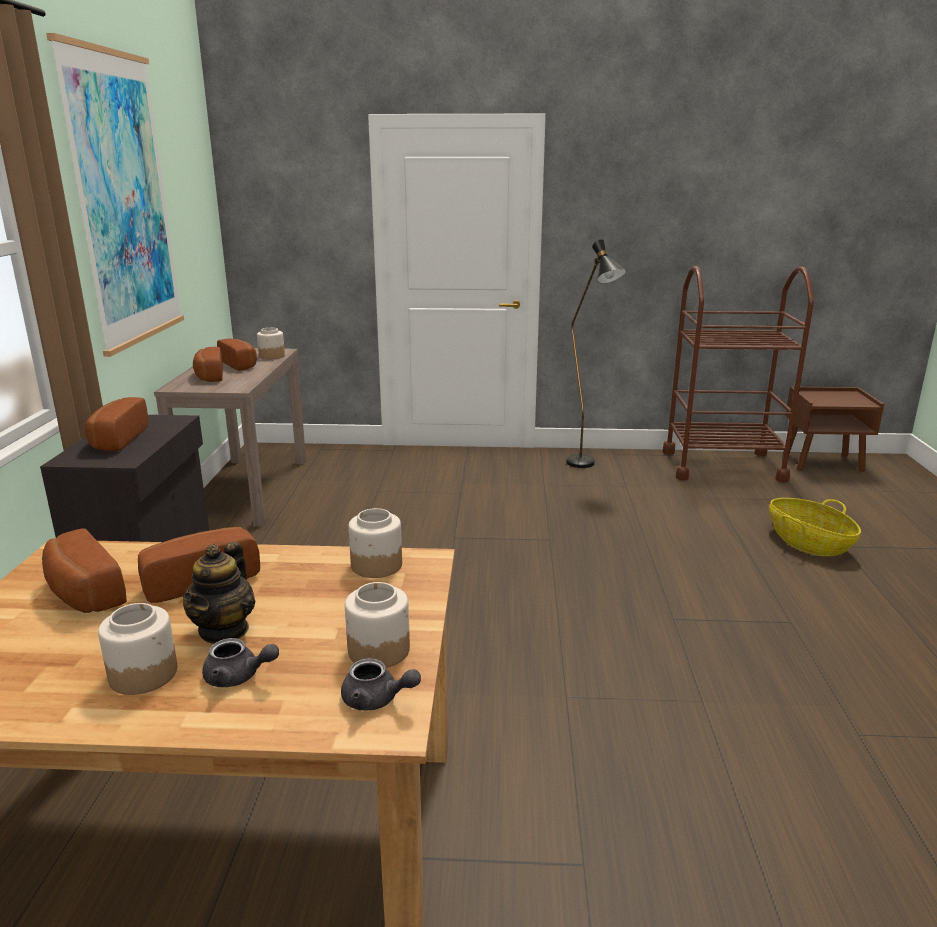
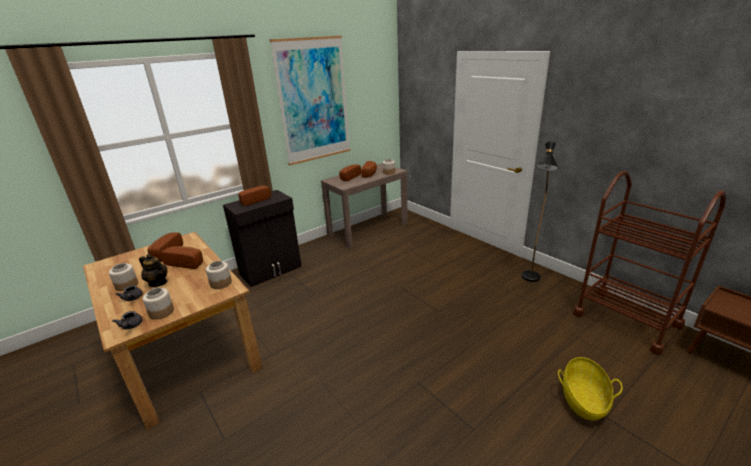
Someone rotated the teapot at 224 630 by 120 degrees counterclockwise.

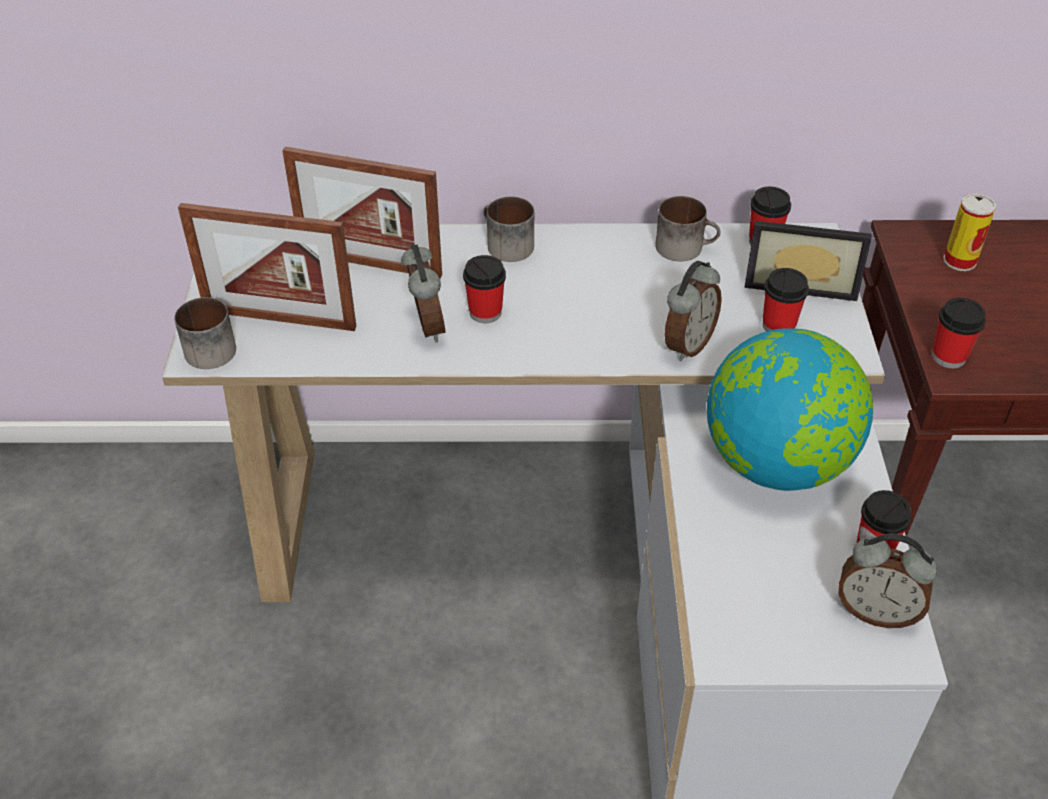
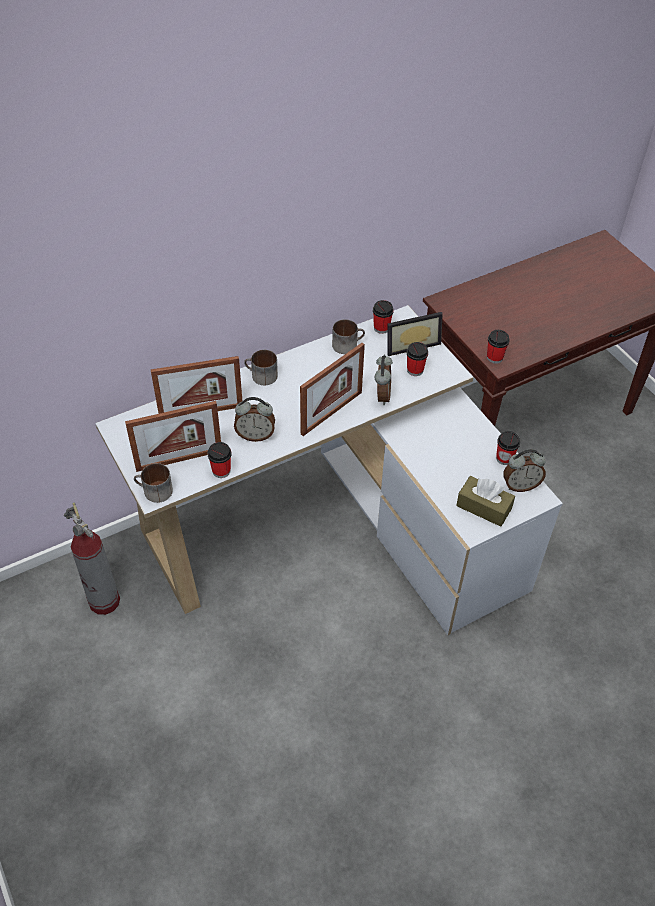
Someone put down the fire extinguisher at 104 601. Someone carried the cup from 485 312 to 221 471. Someone rotated the alarm clock at 425 327 by 135 degrees clockwise. Someone put down the picture frame at 331 413. Someone put down the brown tissue box at 483 507. Someone took away the globe at 776 464. Someone took away the can at 959 260.

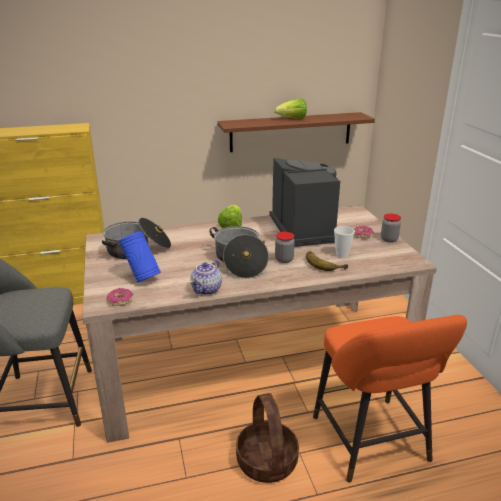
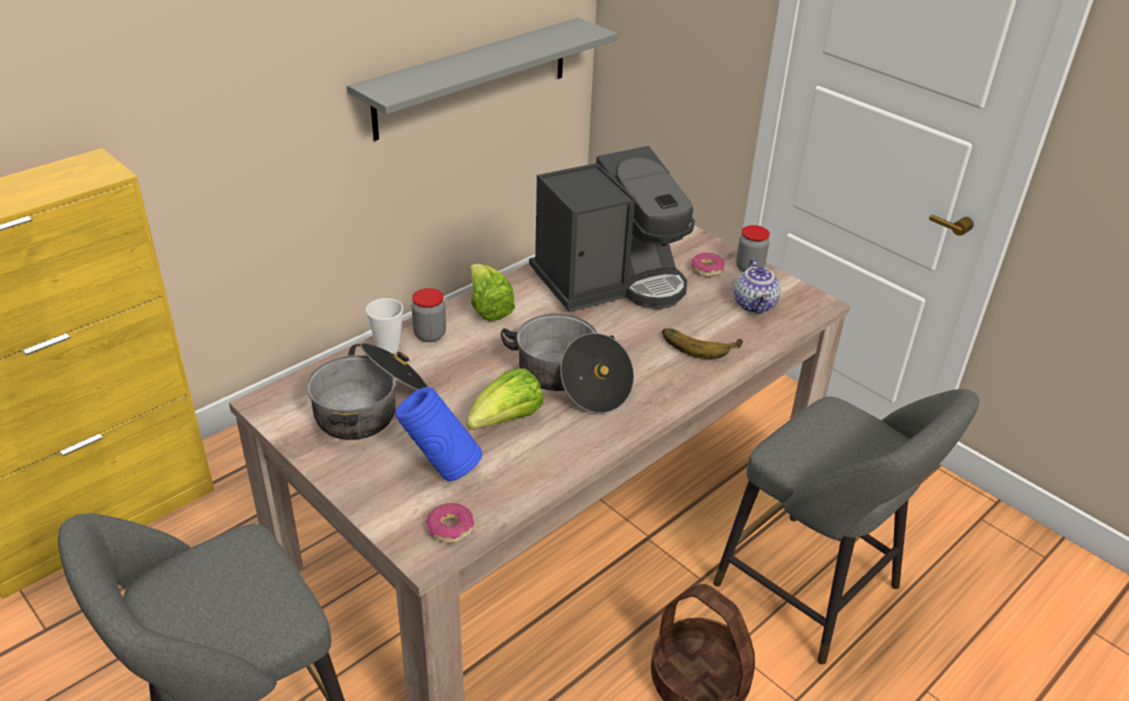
Someone repainted the brown shelf at 291 132, which became the grey shelf at 472 78. Someone carried the cup from 342 254 to 388 348. Someone carried the jar from 284 259 to 430 335. Someone carried the lettuce from 292 119 to 506 421. Someone rotated the coffee machine at 304 229 by 105 degrees clockwise. Someone repainted the orange stool at 373 443, which became the grey stool at 815 592. Someone carried the teapot from 207 290 to 755 305.

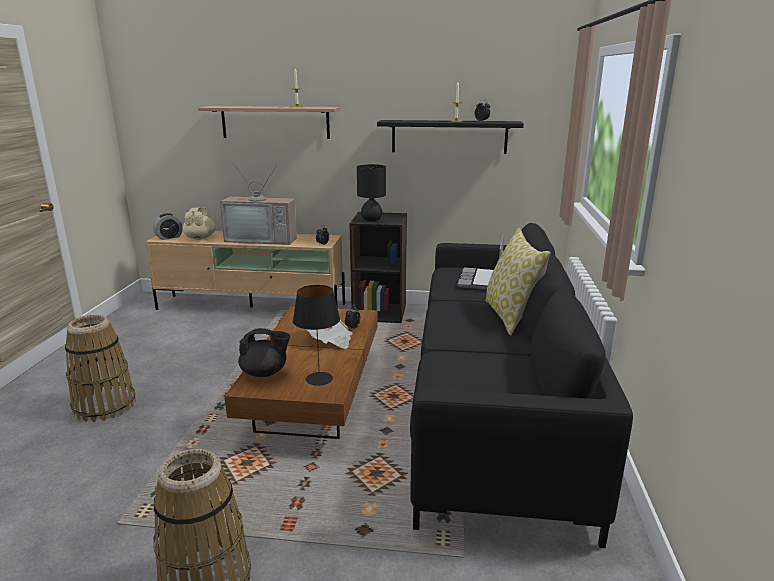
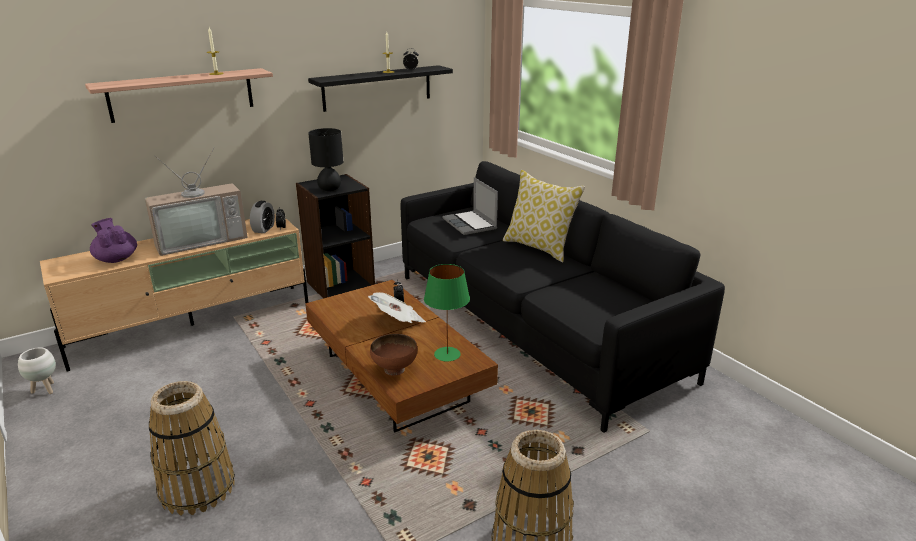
Someone put down the white planter at 45 390. Someone repainted the beige teapot at 200 238, which became the purple teapot at 116 259. Someone carried the alarm clock from 169 237 to 264 229. Someone swapped the black teapot at 265 373 for the brown bowl at 395 369. Someone repainted the black table lamp at 319 379, which became the green table lamp at 447 354.

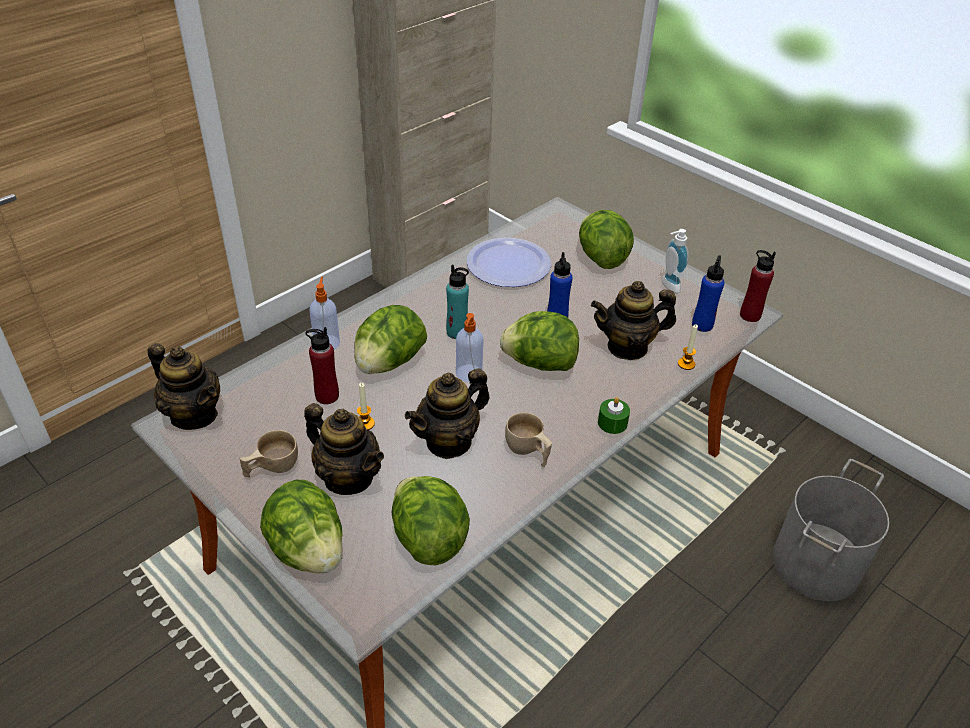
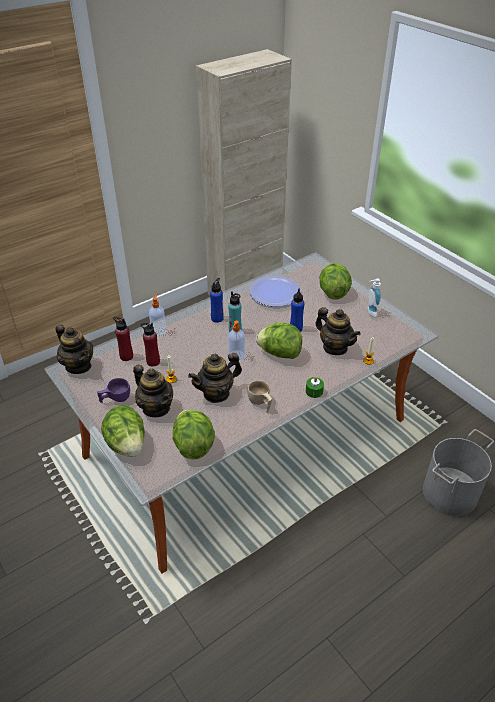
Someone repainted the beige cup at 271 468, which became the purple cup at 115 399. Someone carried the red bottle from 750 315 to 126 356. Someone carried the blue bottle from 702 325 to 217 318. Someone rotated the teapot at 627 347 by 135 degrees counterclockwise. Someone took away the lettuce at 389 363.

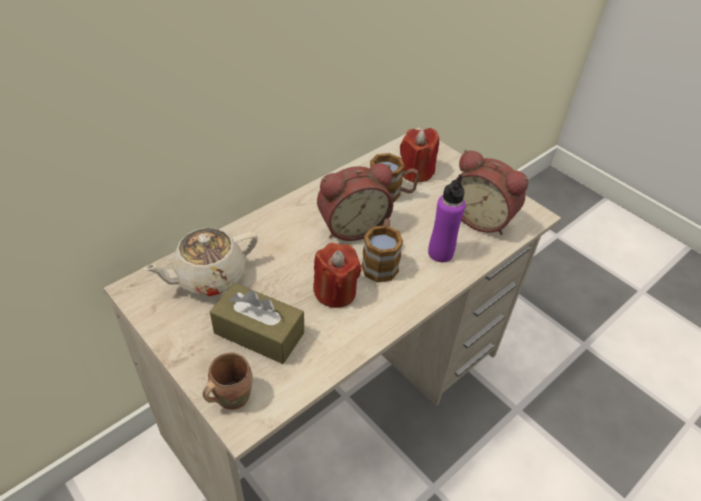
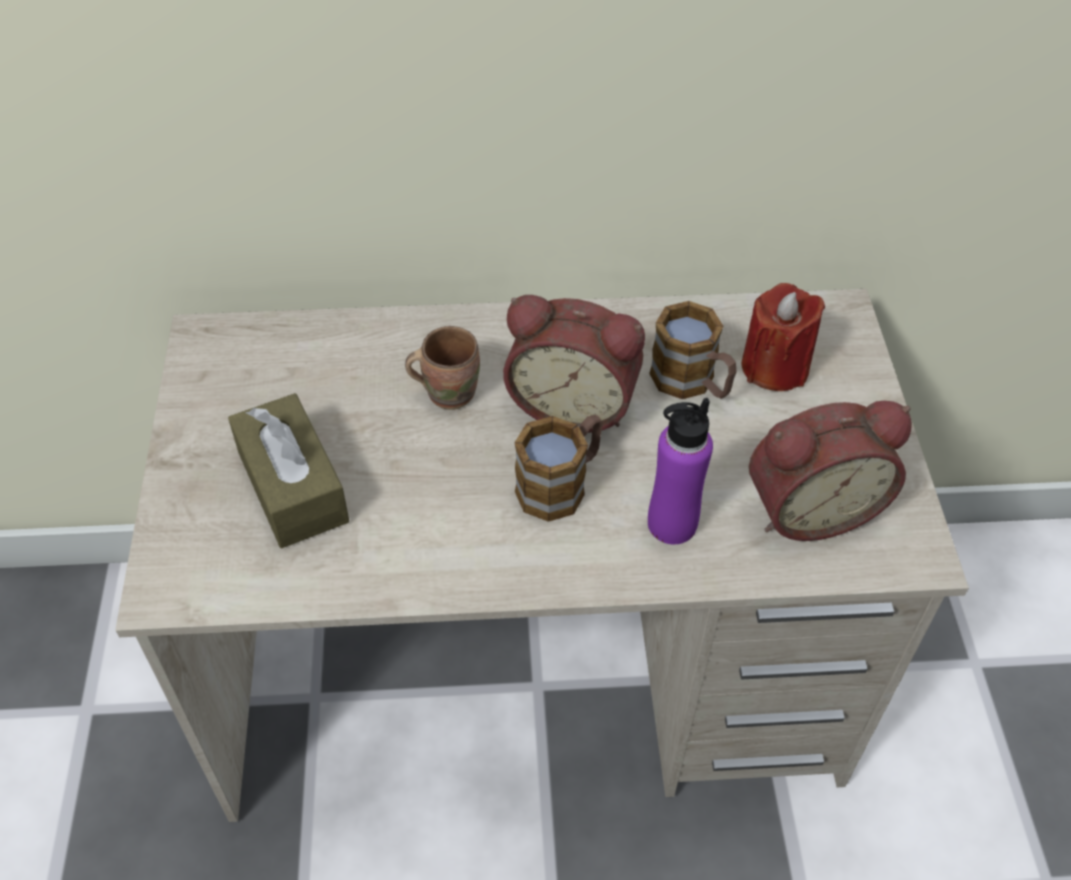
Someone carried the brown mug from 230 396 to 448 391. Someone rotated the alarm clock at 482 218 by 90 degrees counterclockwise. Someone took away the beige teapot at 208 277. Someone took away the red candle at 335 292.

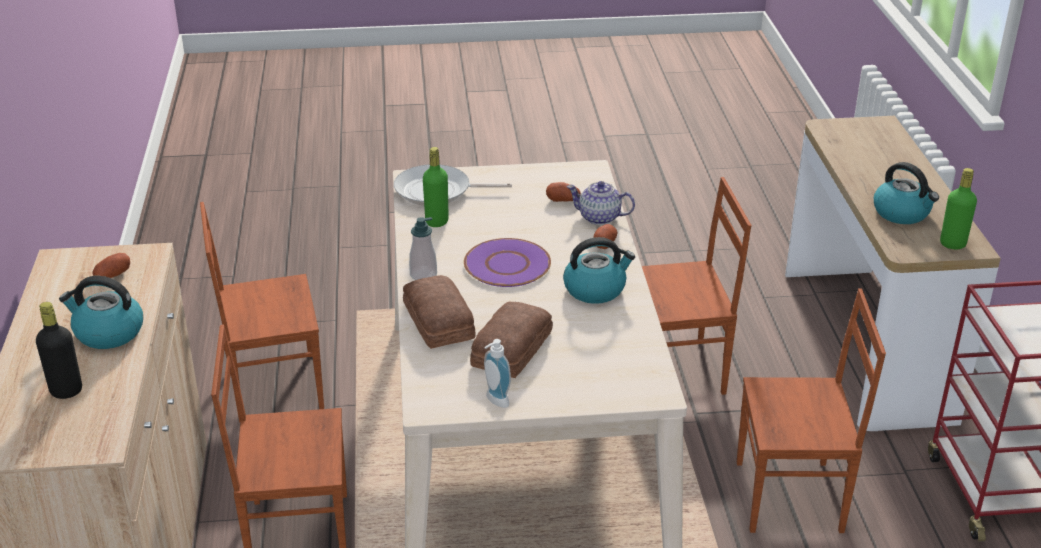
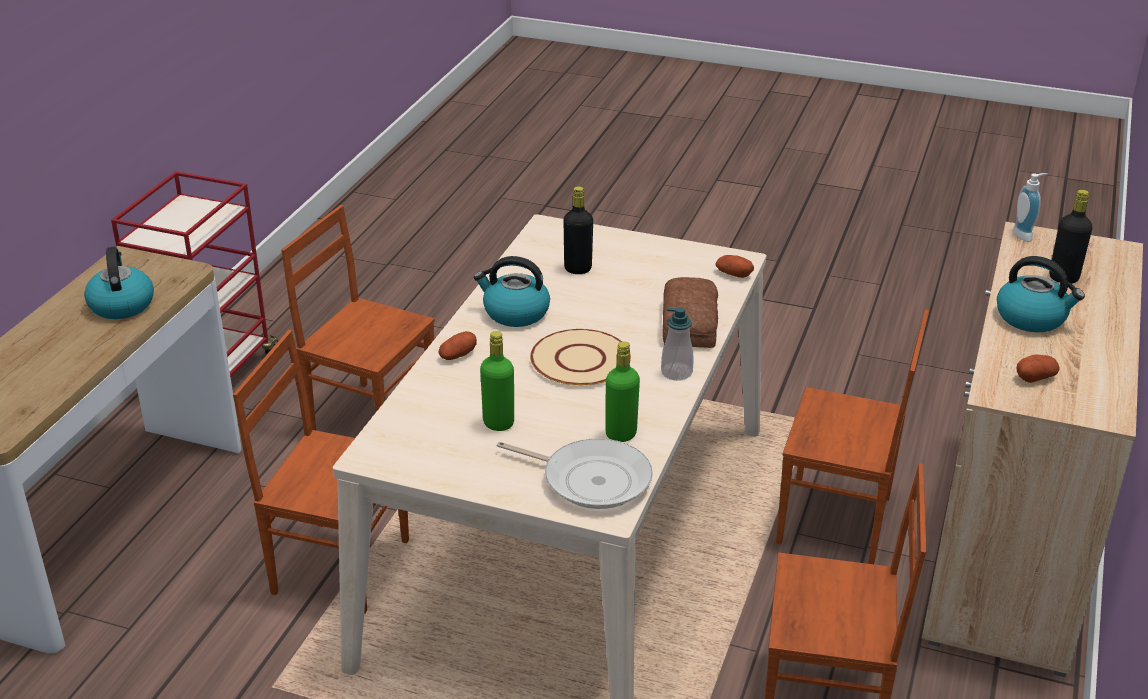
Someone carried the green bottle from 952 244 to 498 423. Someone repainted the purple plate at 507 265, which became the beige plate at 580 359. Someone put down the black bottle at 578 269. Someone carried the potato from 563 200 to 733 274. Someone carried the soap dispenser from 495 401 to 1025 235. Someone took away the bread at 509 349. Someone took away the teapot at 600 218.

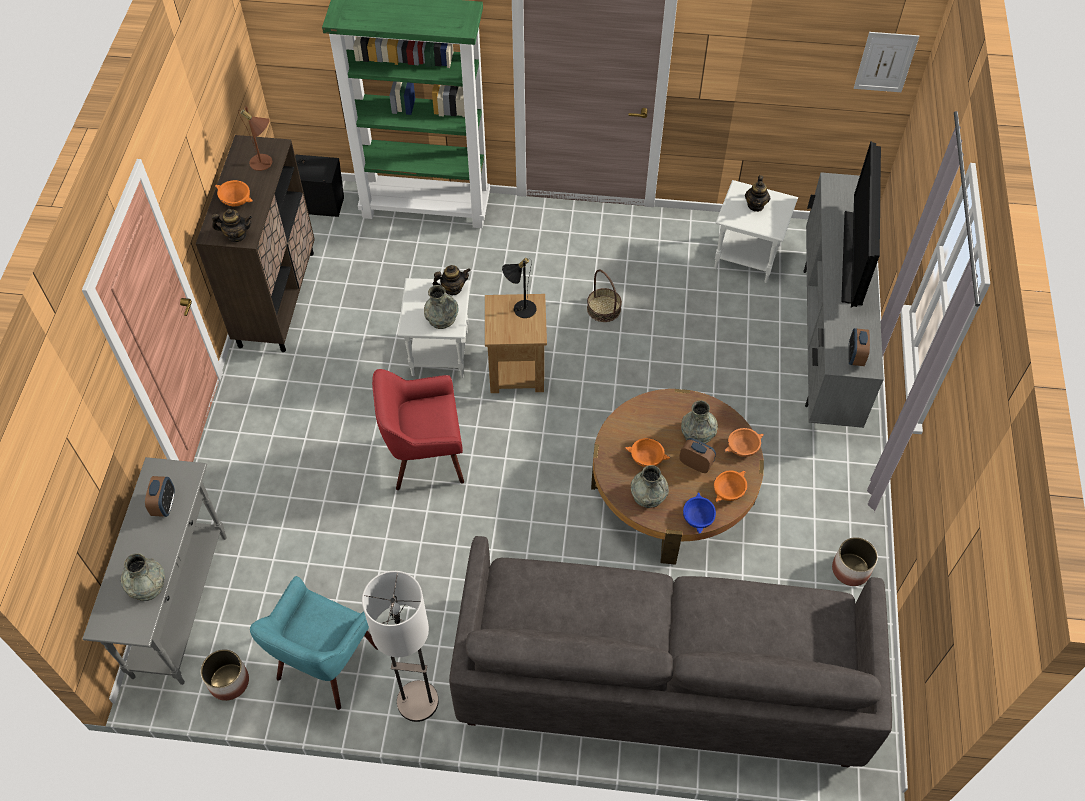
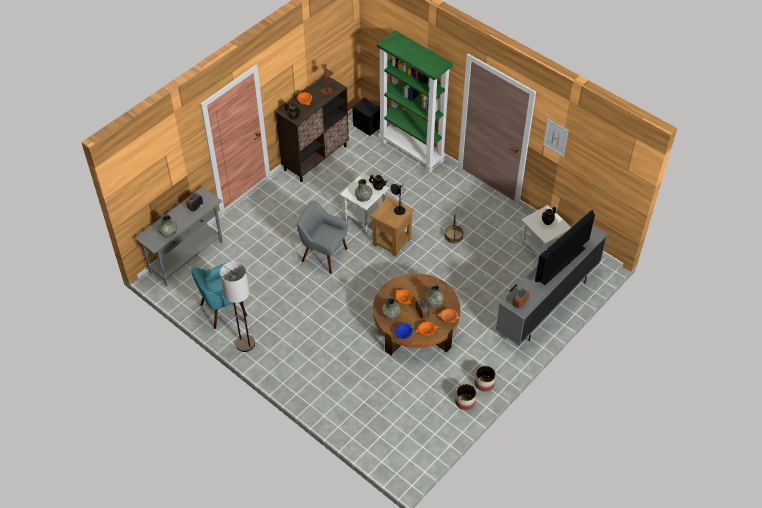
Someone repainted the red armchair at 425 457, which became the grey armchair at 323 255. Someone carried the planter from 229 682 to 484 383. Someone carried the picture from 885 62 to 555 137. Someone took away the grey sofa at 661 677.

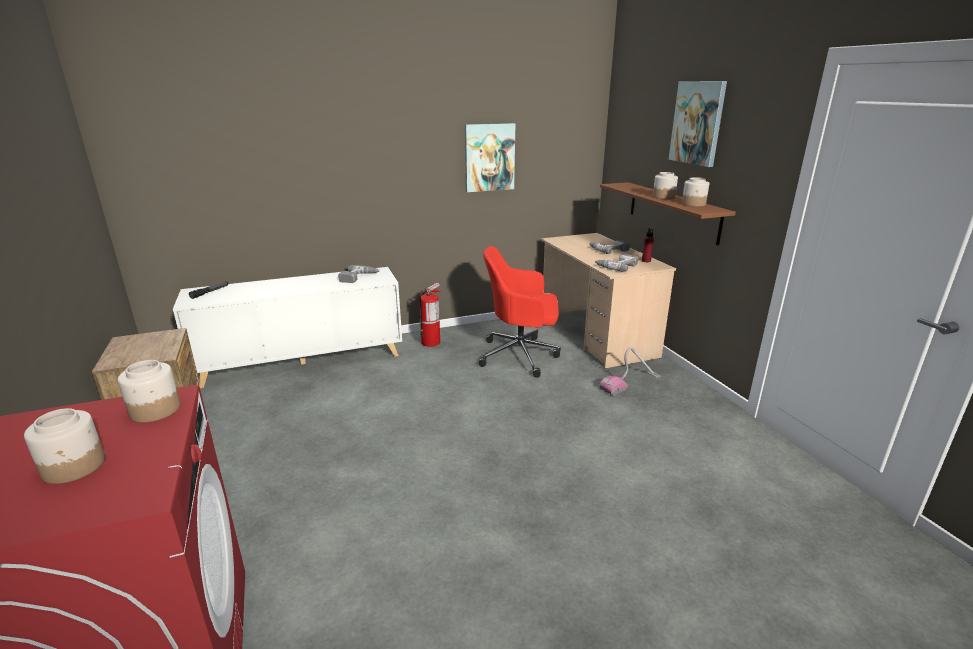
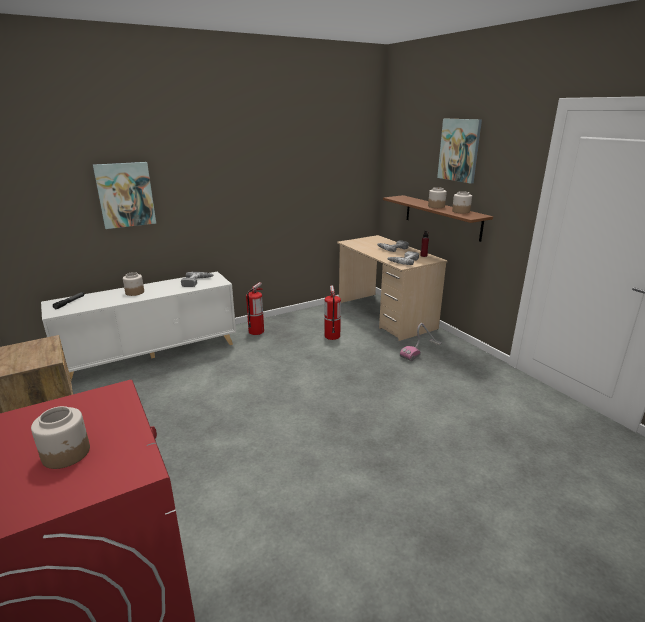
Someone carried the picture from 489 157 to 125 195. Someone carried the jar from 154 410 to 134 292. Someone swapped the red office chair at 521 355 for the fire extinguisher at 332 336.

